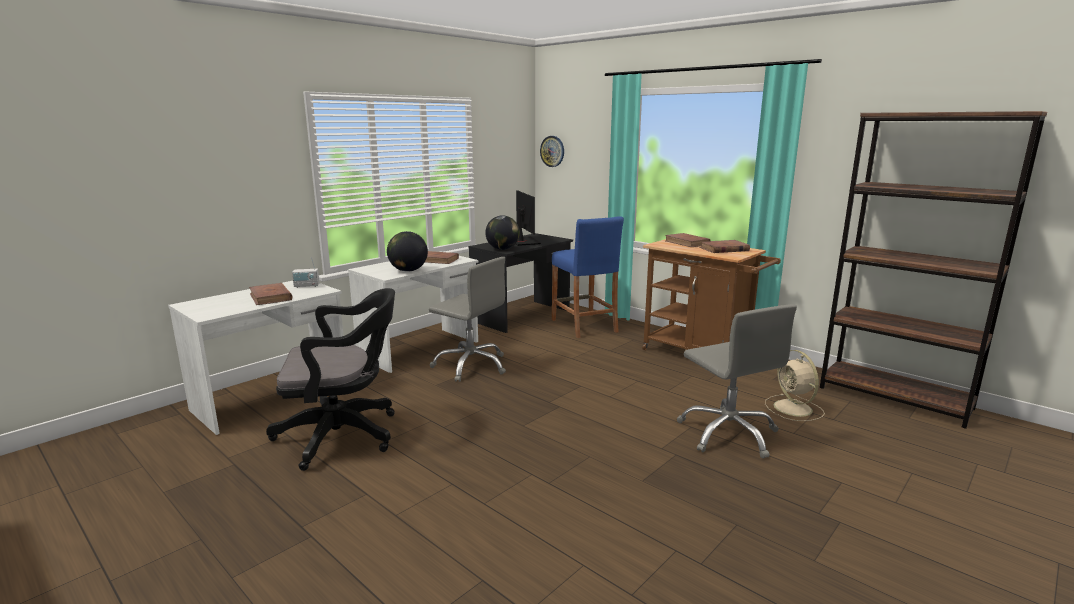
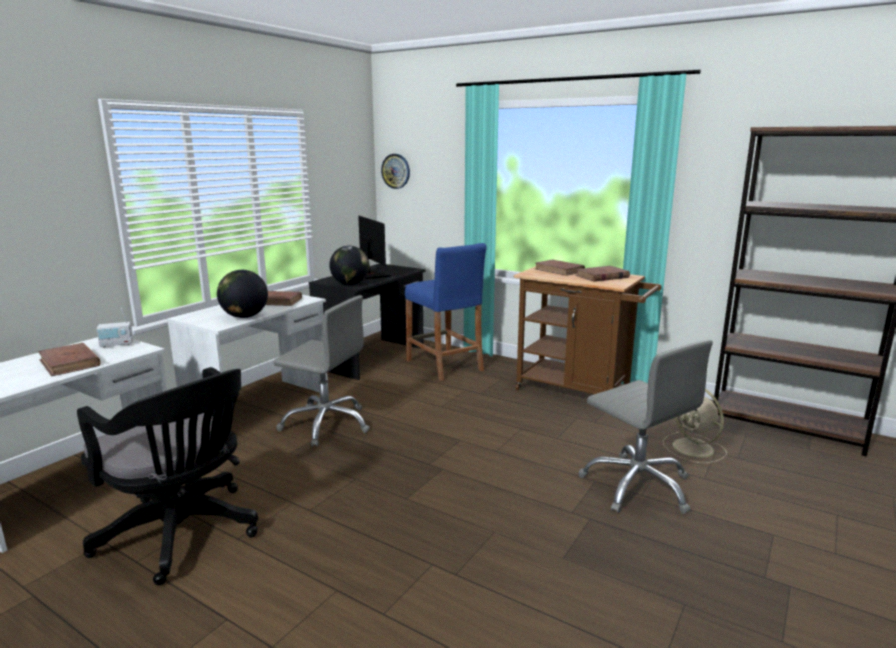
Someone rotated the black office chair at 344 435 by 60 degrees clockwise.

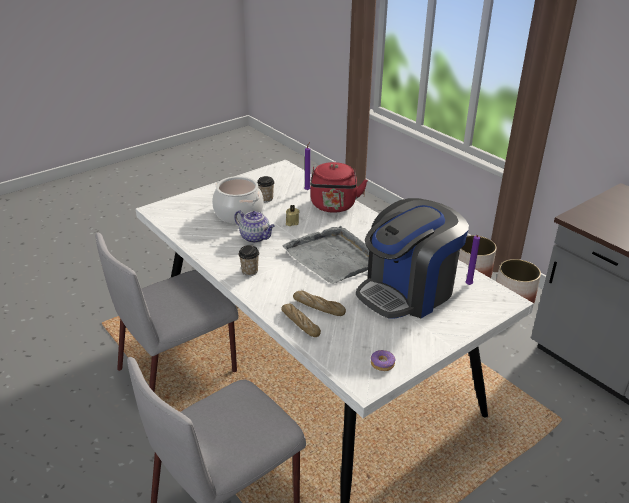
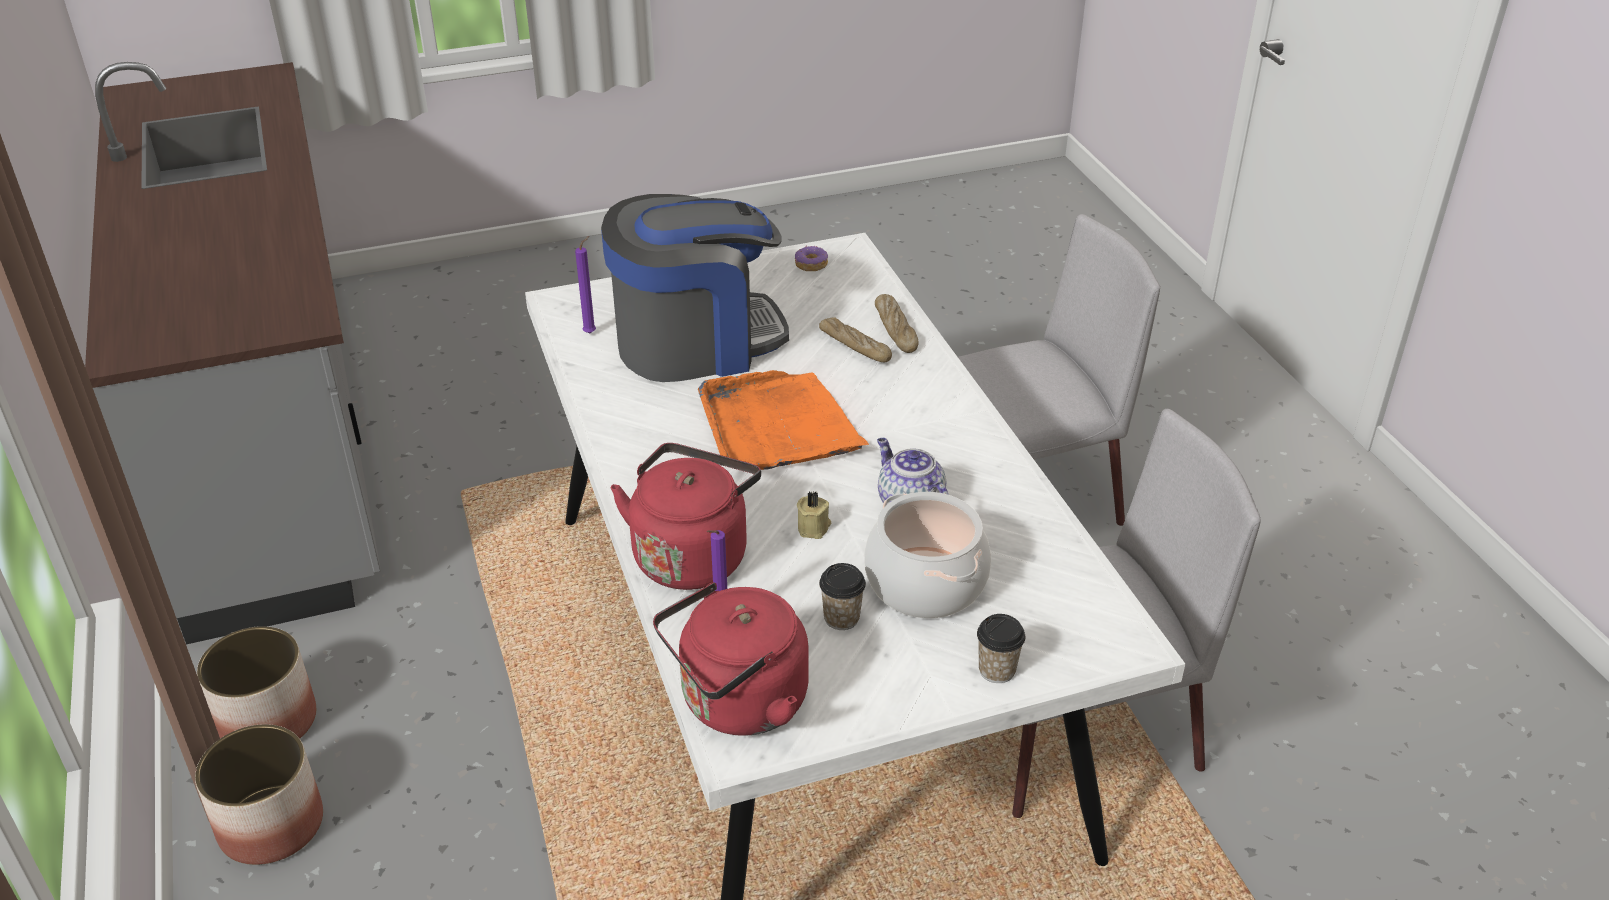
Someone put down the red kettle at 738 704. Someone repainted the grey tray at 333 257, which became the orange tray at 777 426. Someone carried the cup from 249 271 to 997 670.

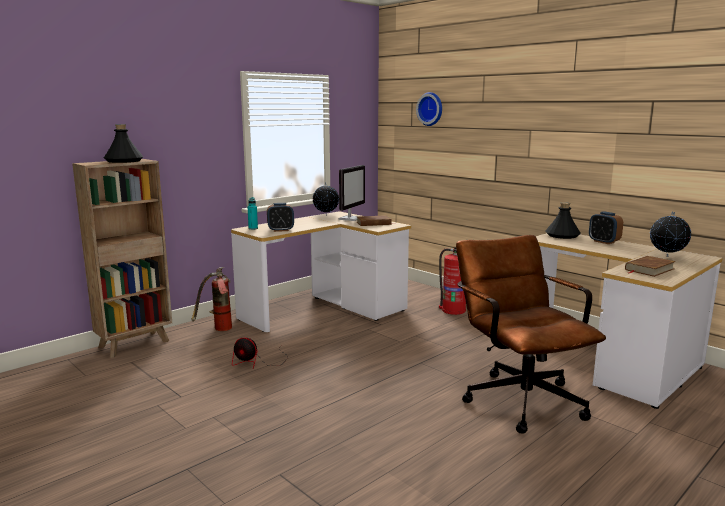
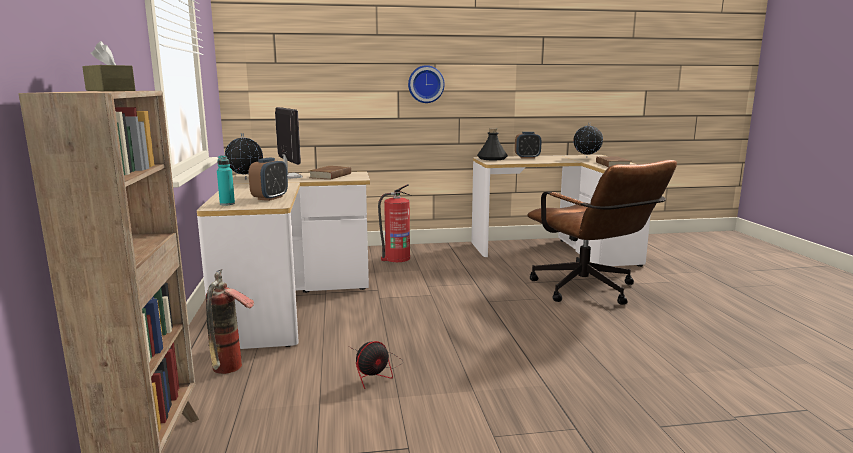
Someone swapped the black bottle at 124 161 for the brown tissue box at 110 90. Someone carried the wall clock from 431 109 to 425 84. Someone rotated the brown office chair at 518 396 by 135 degrees counterclockwise.

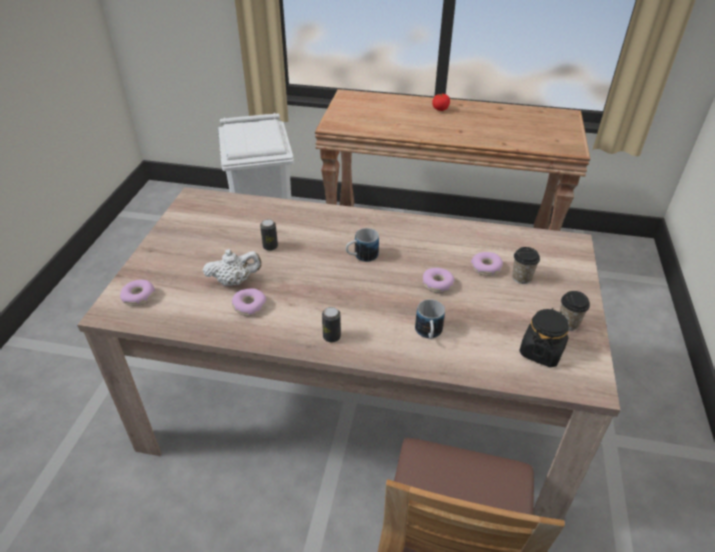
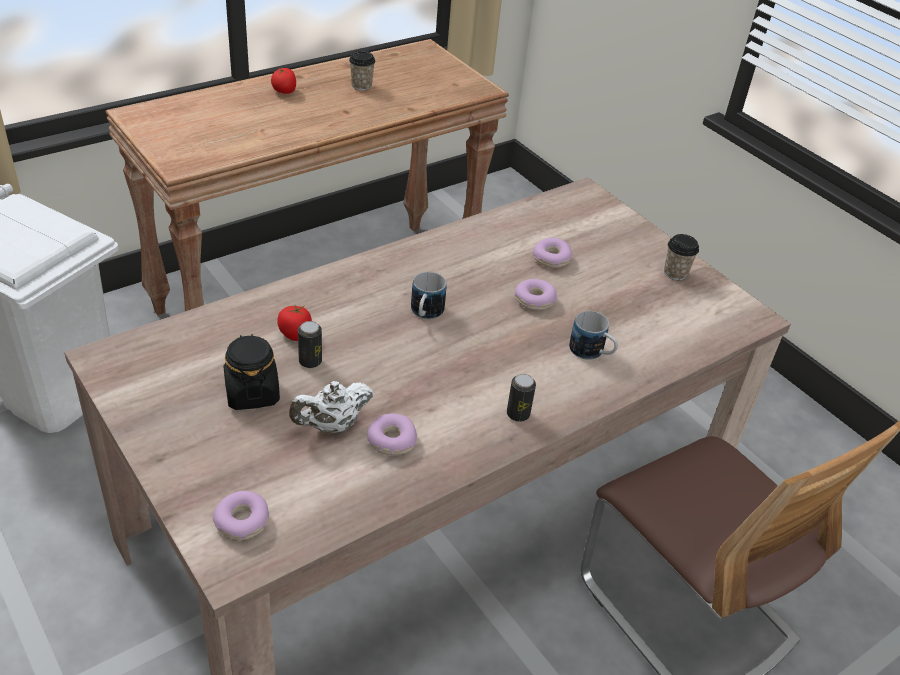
Someone carried the black jar from 541 351 to 252 393. Someone put down the tomato at 295 334. Someone rotated the white teapot at 234 281 by 150 degrees counterclockwise. Someone carried the cup from 521 277 to 361 86.

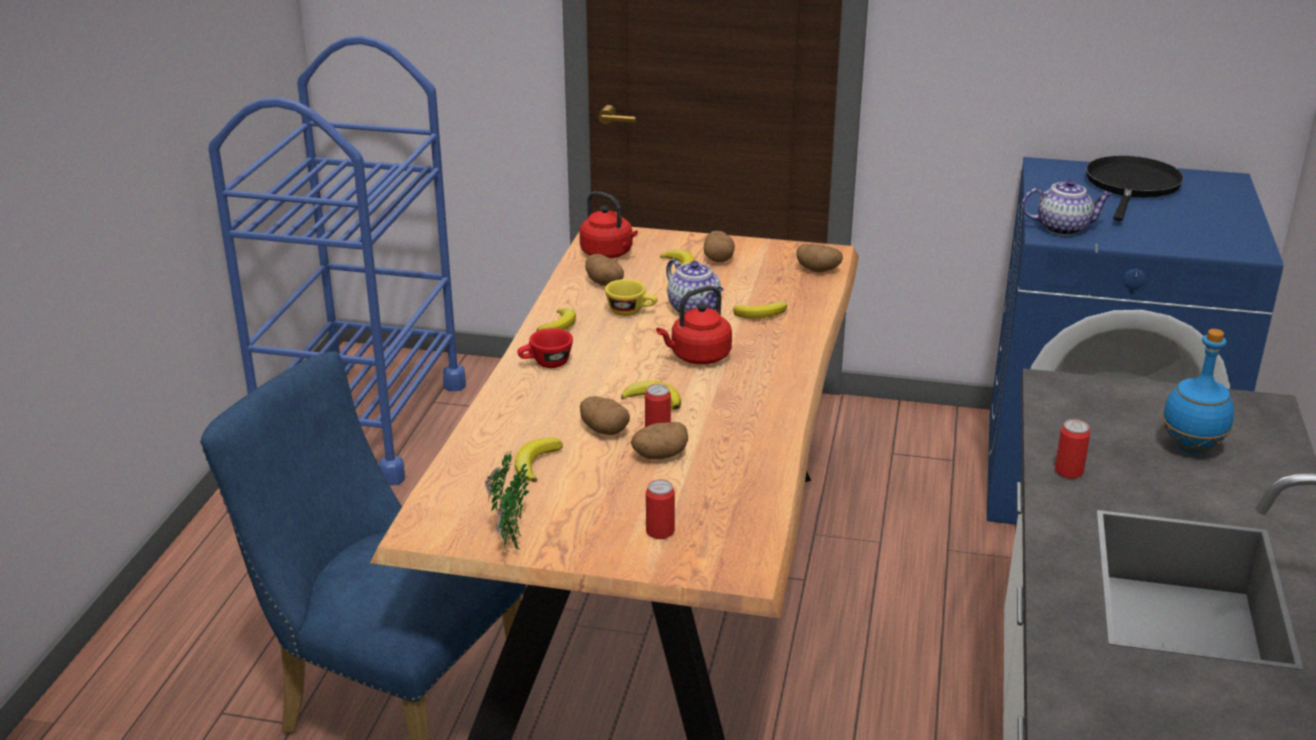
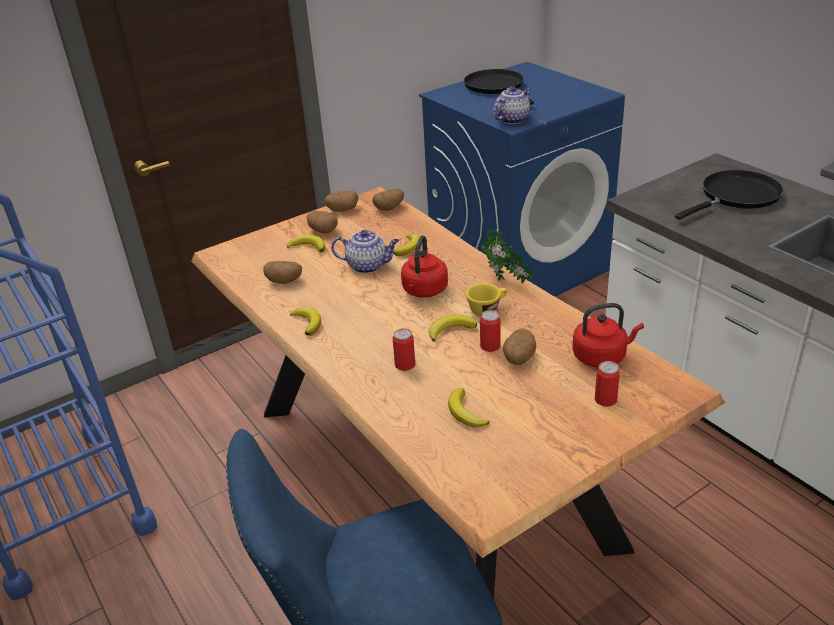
Someone carried the potato from 604 430 to 342 210. Someone carried the can from 1068 471 to 405 365. Someone carried the yellow cup from 631 311 to 487 308. Someone carried the potted plant from 509 539 to 506 282. Someone carried the red kettle from 609 253 to 602 356. Someone swapped the blue bottle at 1192 448 for the black frying pan at 736 196. Someone took away the red cup at 546 364.

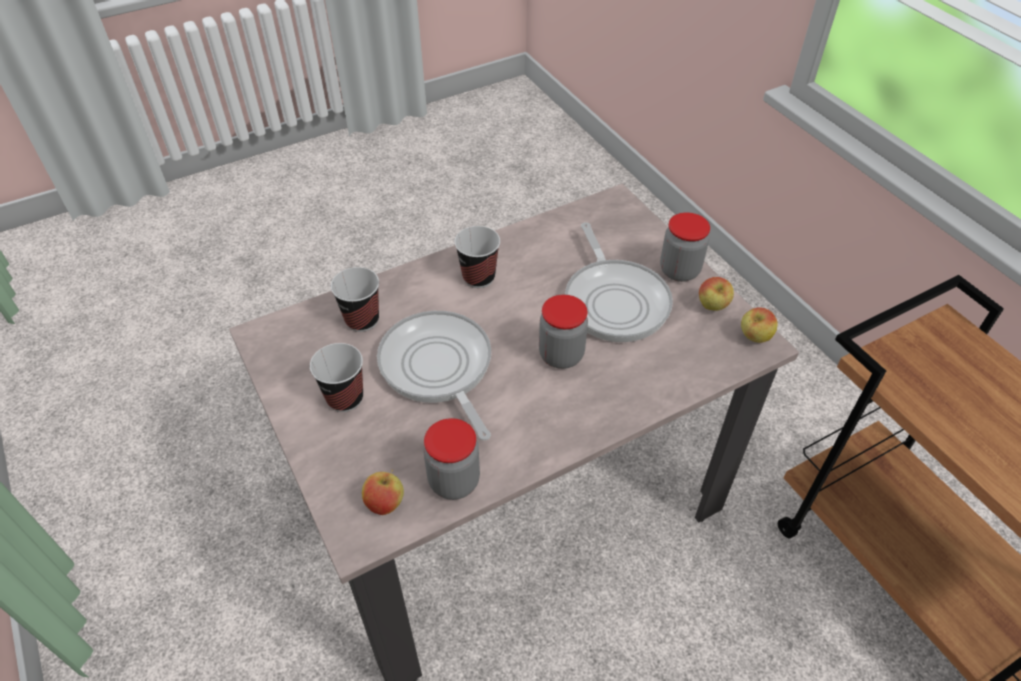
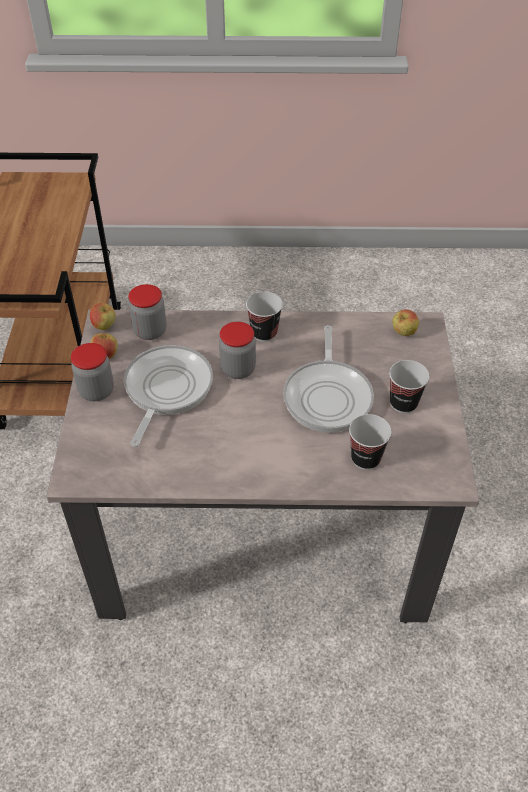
Someone carried the jar from 454 481 to 150 331. Someone carried the cup from 478 277 to 264 333.

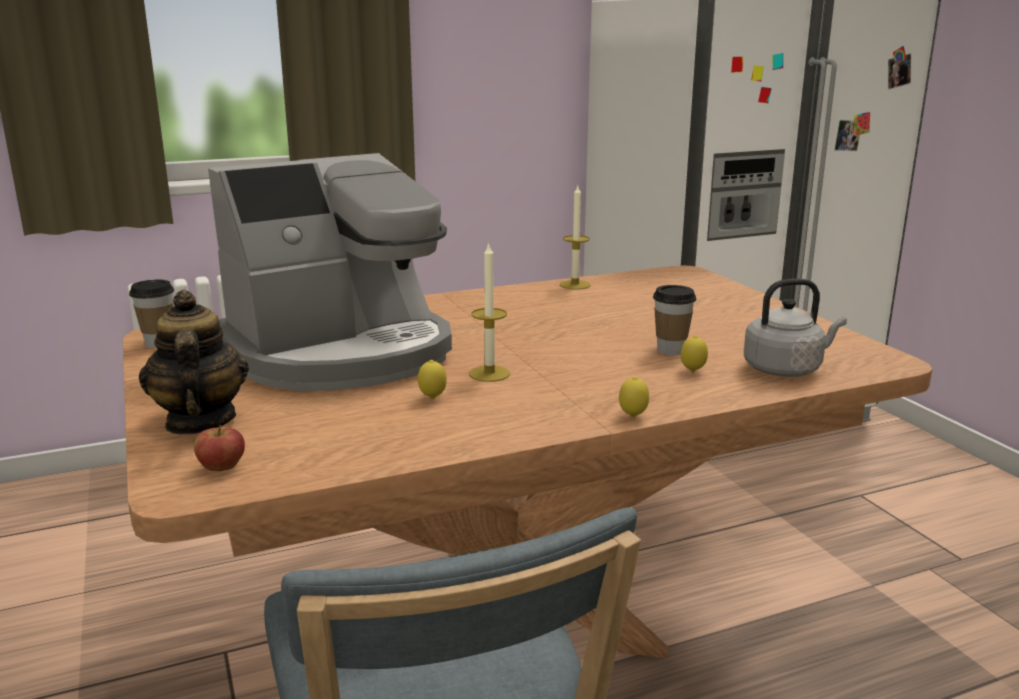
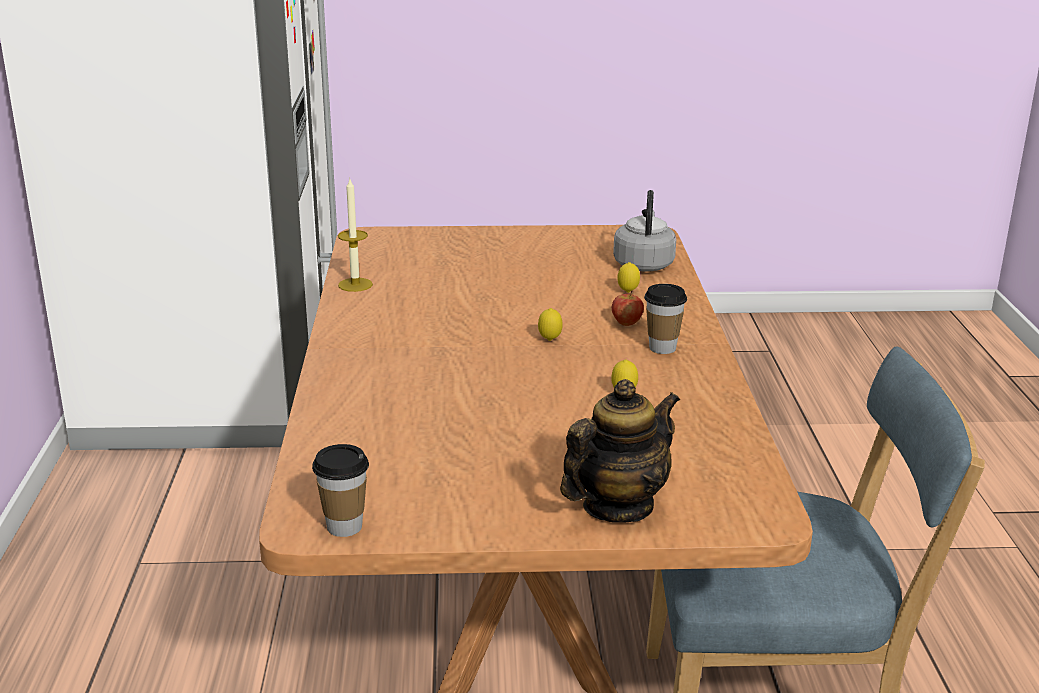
Someone carried the lemon from 633 416 to 549 340. Someone rotated the teapot at 199 421 by 135 degrees clockwise. Someone carried the apple from 221 467 to 626 323. Someone carried the cup from 671 350 to 662 348. Someone took away the coffee machine at 341 353. Someone took away the candle at 489 374.

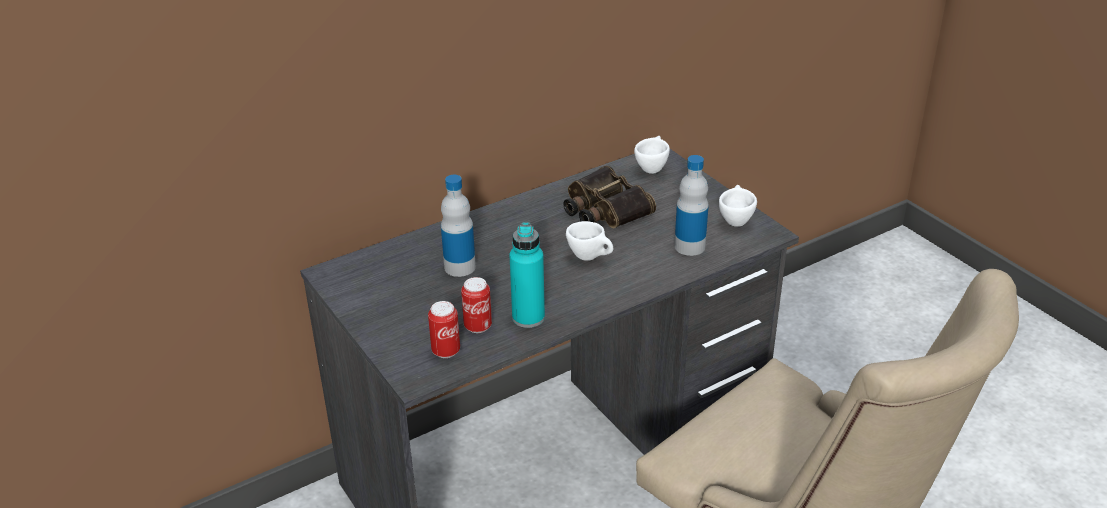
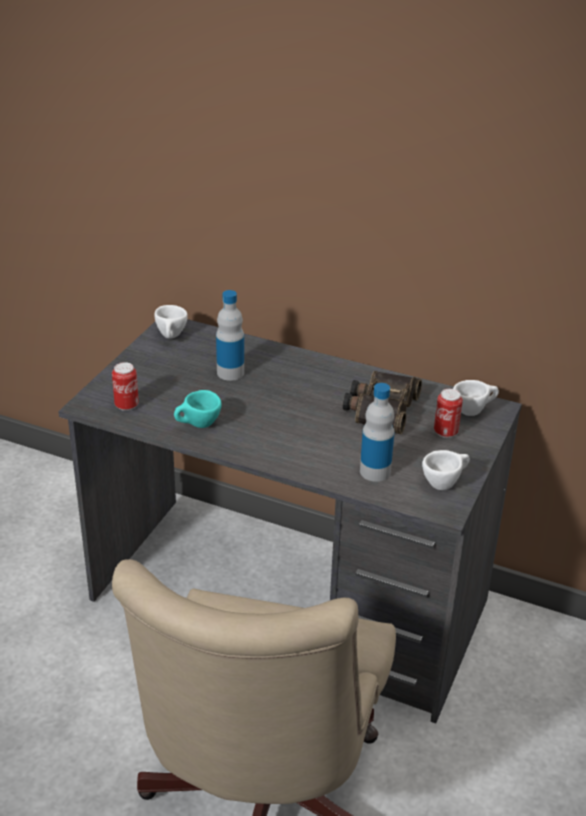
Someone carried the white cup from 591 257 to 171 337. Someone swapped the turquoise bottle at 528 318 for the turquoise cup at 198 426. Someone carried the can from 478 326 to 445 432.

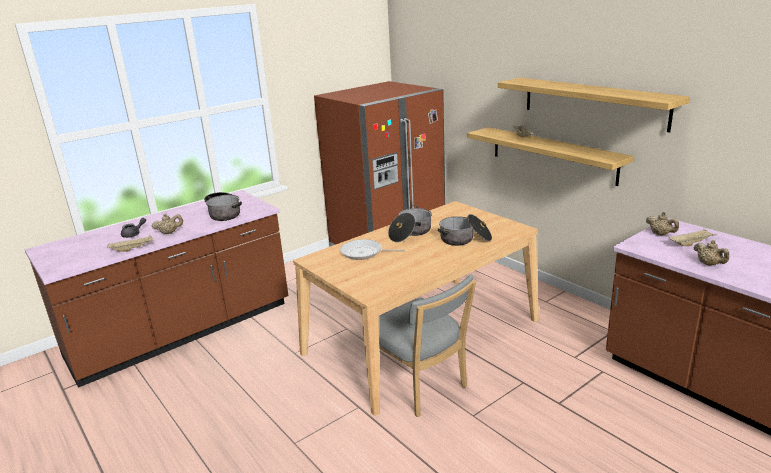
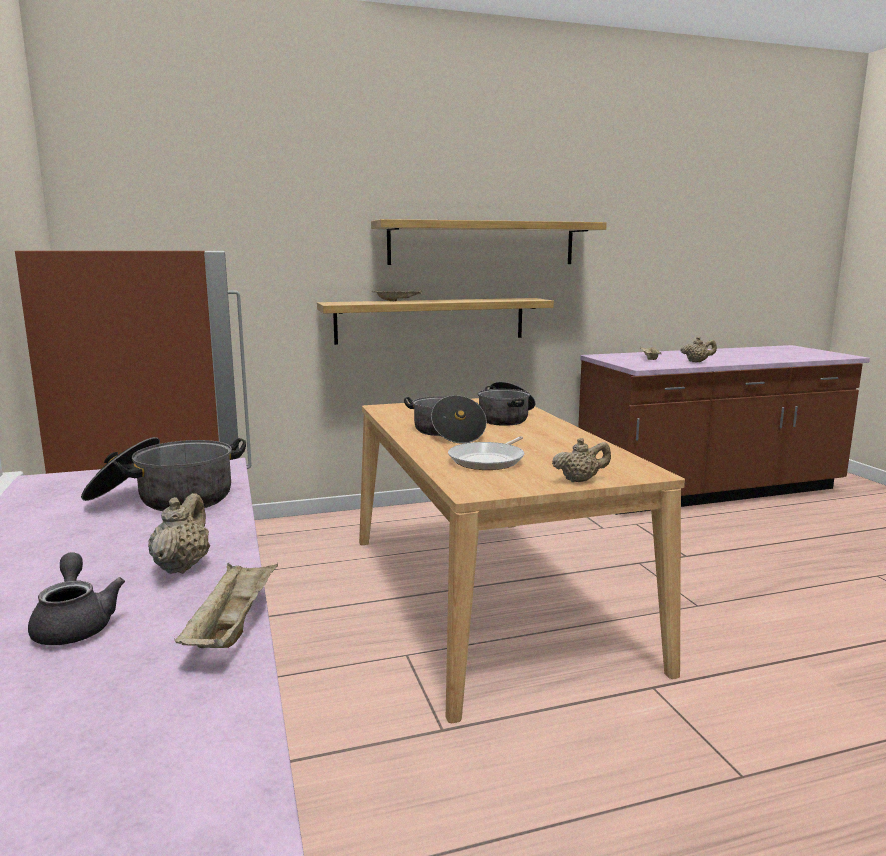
Someone carried the beige teapot from 660 234 to 580 480. Someone took away the grey chair at 421 387.

